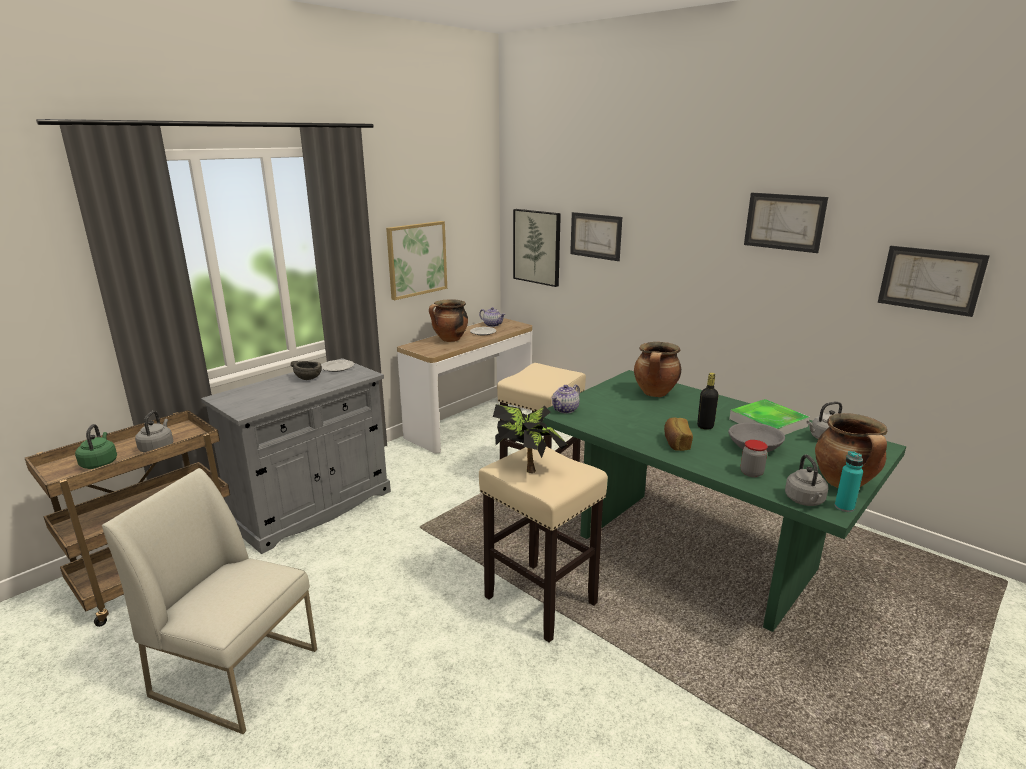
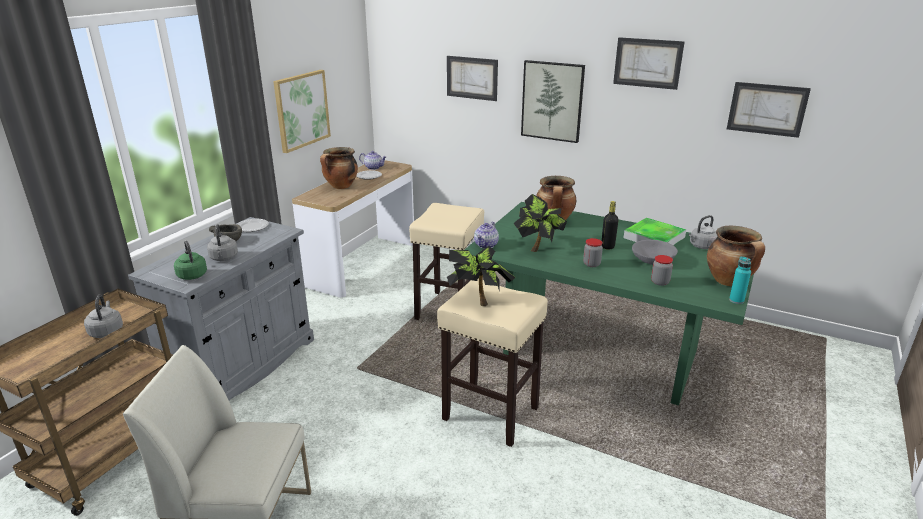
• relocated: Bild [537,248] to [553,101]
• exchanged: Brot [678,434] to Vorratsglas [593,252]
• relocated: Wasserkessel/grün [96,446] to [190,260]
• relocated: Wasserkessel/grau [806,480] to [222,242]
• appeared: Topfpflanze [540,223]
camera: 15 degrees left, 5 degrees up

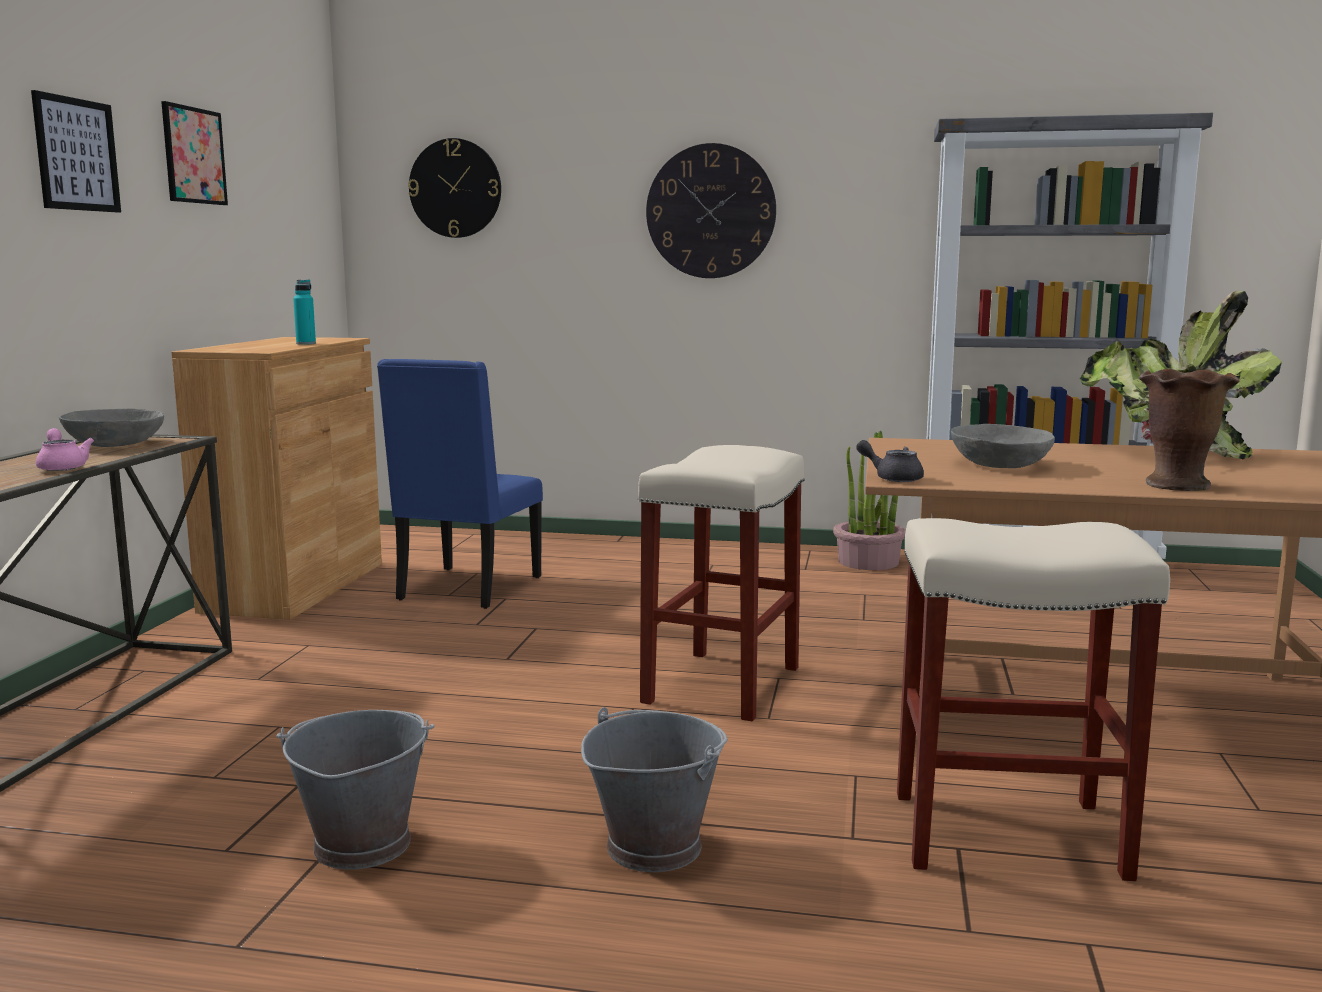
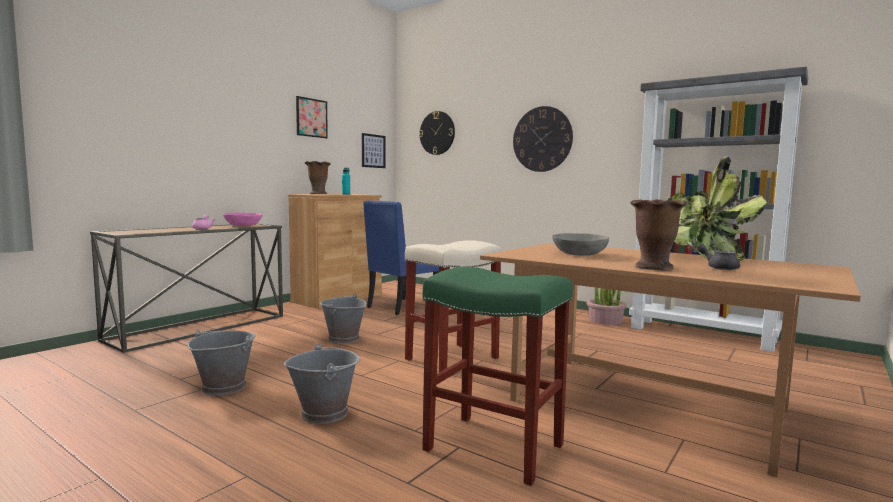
• relocated: Bild [76,151] to [374,150]
• colour: Schüssel/grau [111,428] to Schüssel/rosa [242,219]
• relocated: Teekanne/grau [890,461] to [718,257]
• colour: Hocker/beige [1033,699] to Hocker/grün [497,376]
• appeared: Vase/braun [318,177]
• appeared: Eimer/grau [343,318]
camera: 25 degrees right, 5 degrees down

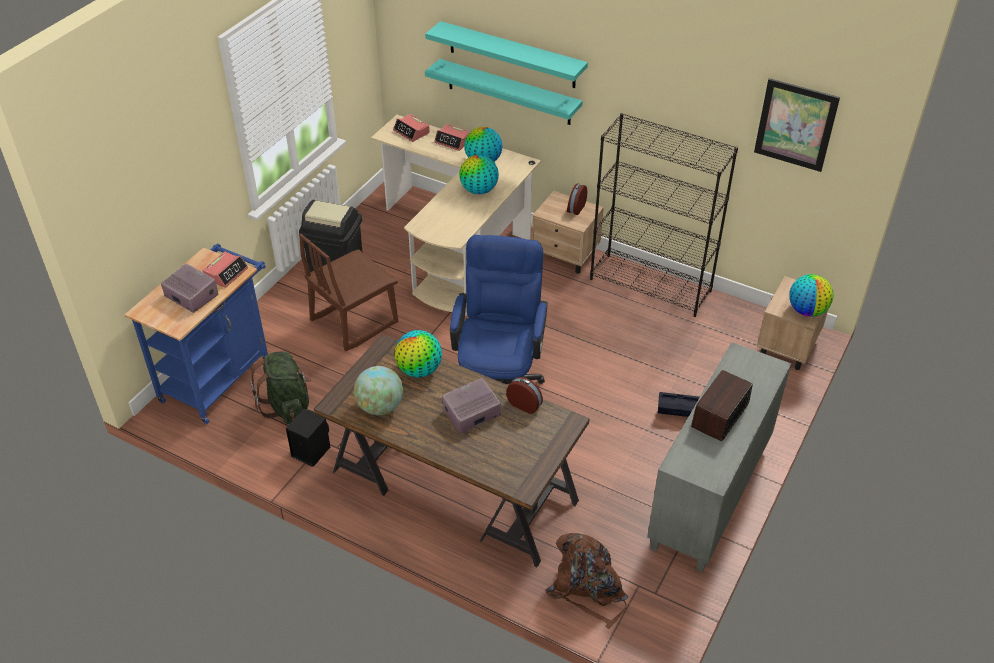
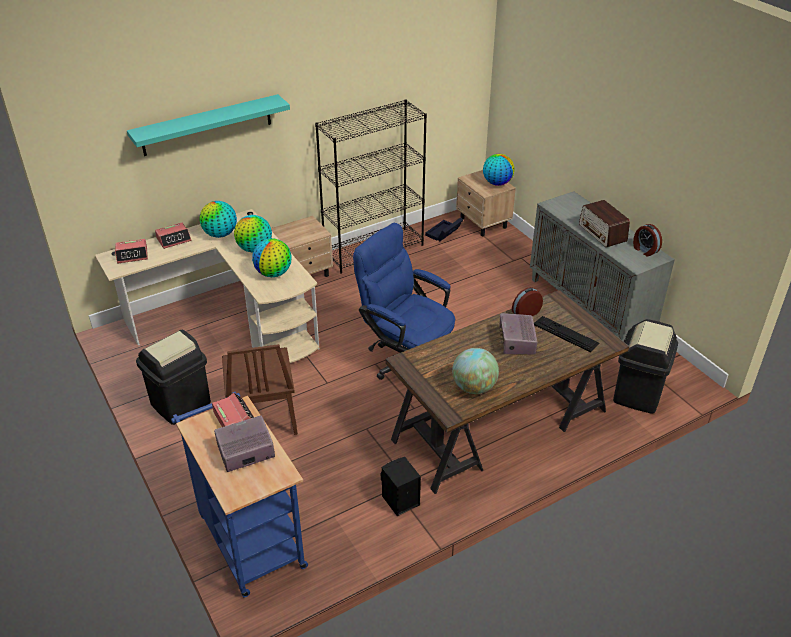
• missing: Wandregal/türkis [504,92]
• missing: Bild [797,125]
• relocated: Wecker [577,199] to [647,240]
• relocated: Globus [418,354] to [272,257]
• missing: Rucksack/grün [280,387]
• relocated: Aufbewahrungsbox/schwarz [679,404] to [444,230]
• exchanged: Rucksack/braun [586,581] to Mülleimer/schwarz [645,366]
• appeared: Tastatur [567,334]
camera: 60 degrees left, 5 degrees down

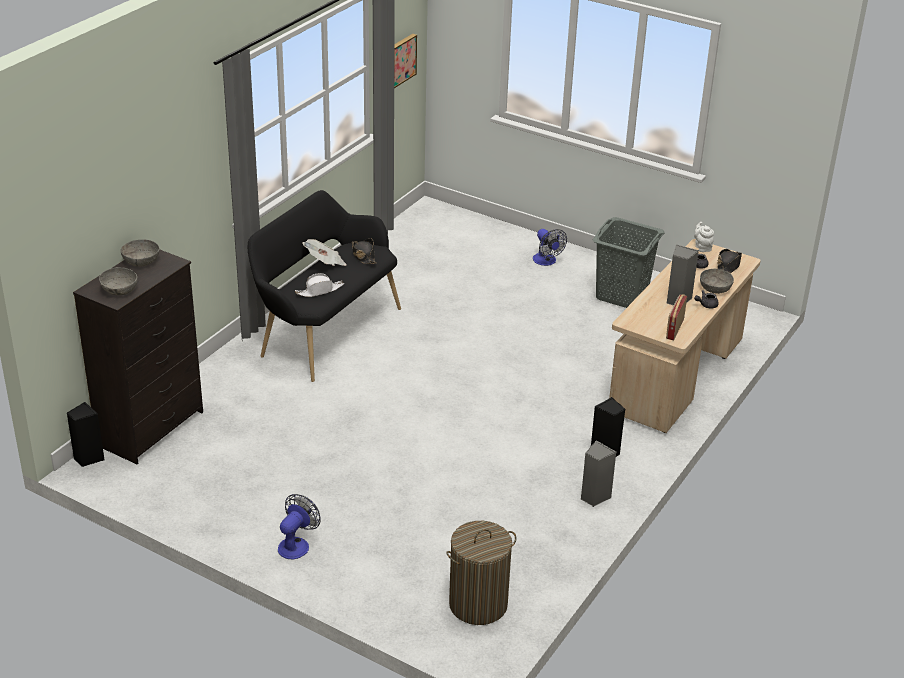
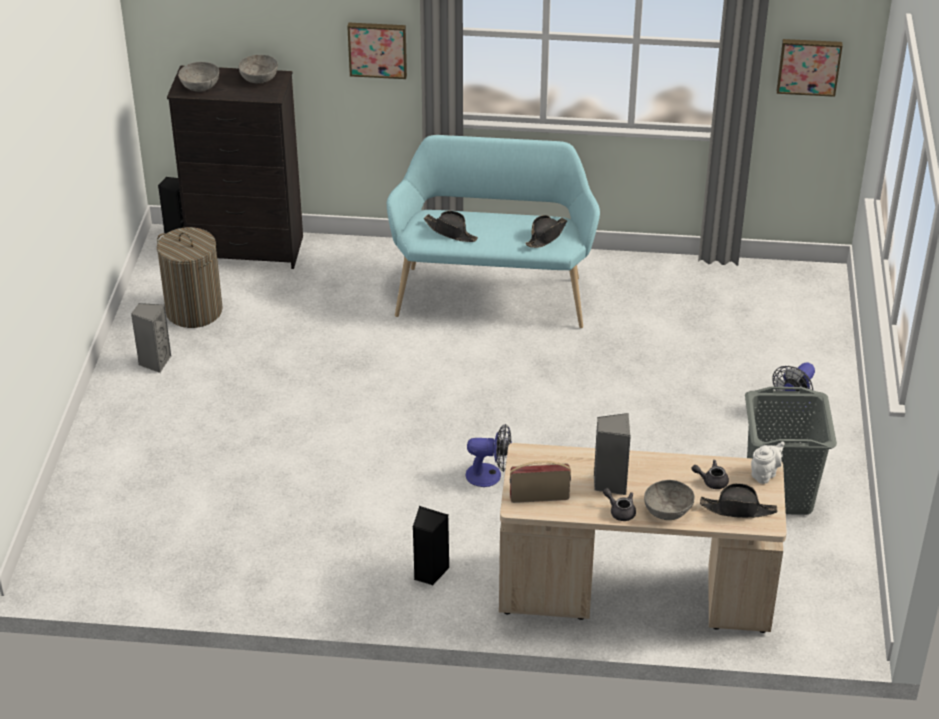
• colour: Bank/schwarz [324,286] to Bank/türkis [493,231]
• missing: Zeitung [324,252]
• colour: Hut/weiß [319,285] to Hut/schwarz [451,226]
• relocated: Lautsprecher/grau [598,473] to [151,338]
• relocated: Ventilator [299,526] to [489,455]
• relocated: Wäschekorb [481,573] to [190,277]
• appeared: Bild [377,50]
camera: 65 degrees right, 5 degrees up

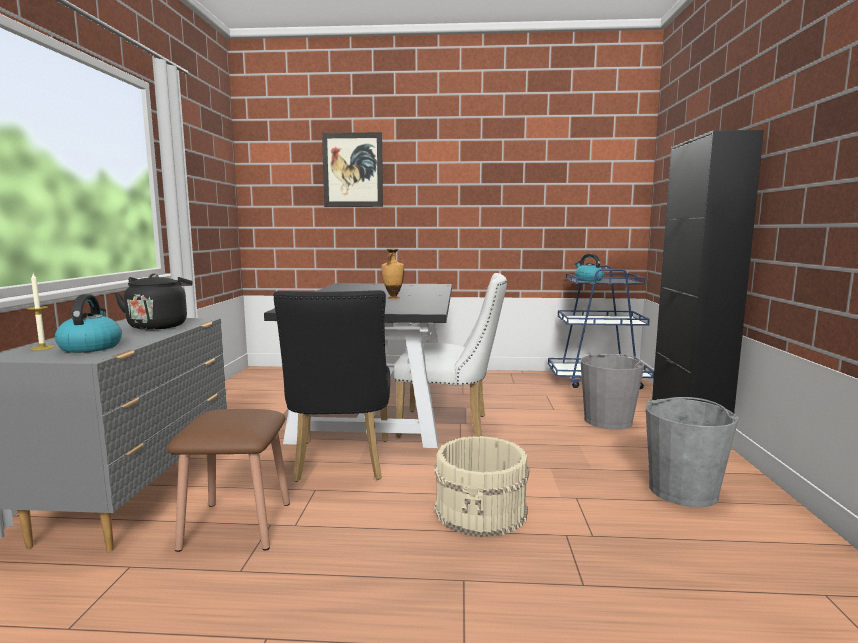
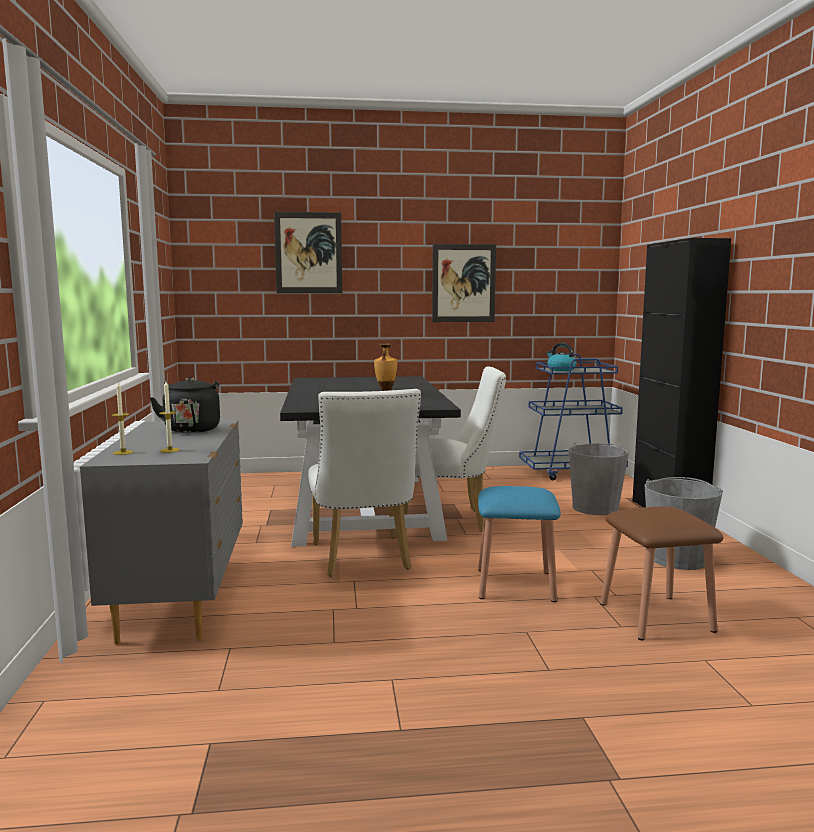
• colour: Stuhl/schwarz [332,386] to Stuhl/weiß [364,482]
• exchanged: Wasserkessel [88,323] to Kerze [169,417]
• relocated: Hocker/braun [228,480] to [661,573]
• exchanged: Eimer/beige [481,486] to Hocker/blau [519,544]
• appeared: Bild [464,283]
camera: 10 degrees left, 0 degrees up

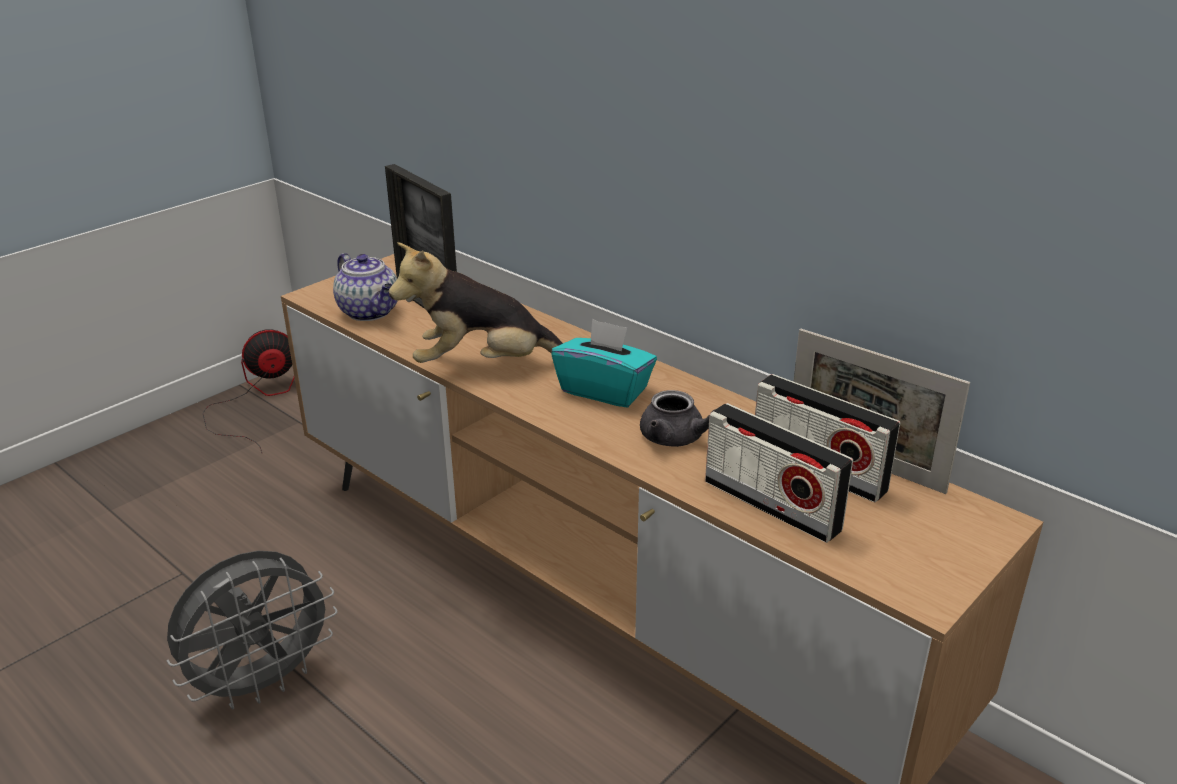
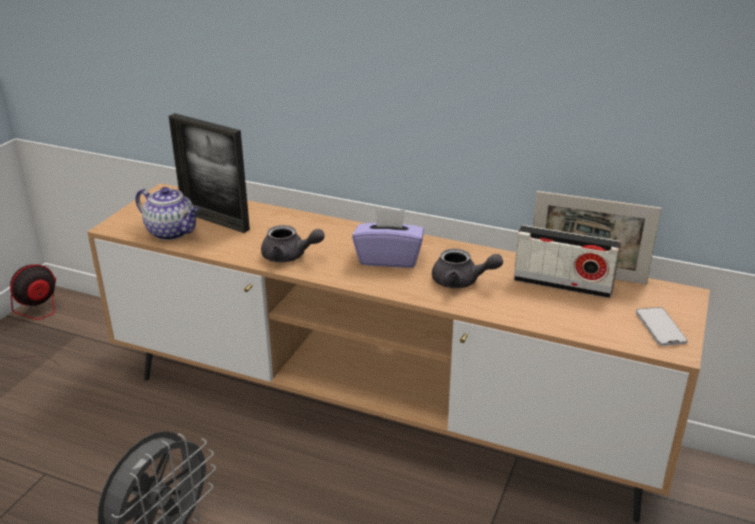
• exchanged: Plüschtier [476,302] to Teekanne/grau [293,243]
• colour: Taschentuchbox/türkis [604,363] to Taschentuchbox/lila [388,238]
• missing: Radio [779,473]
• appeared: Handy [662,326]
camera: 20 degrees left, 0 degrees up

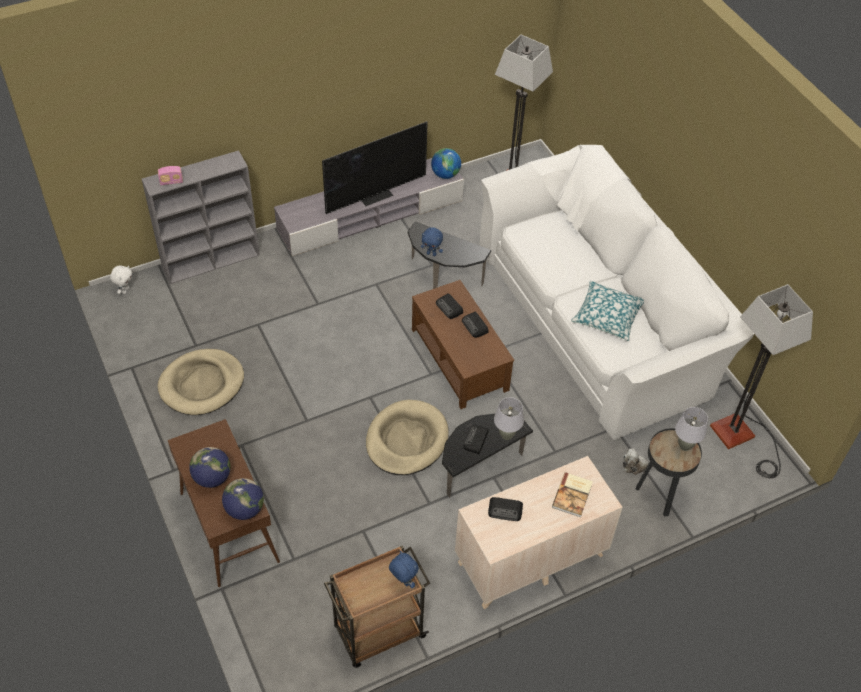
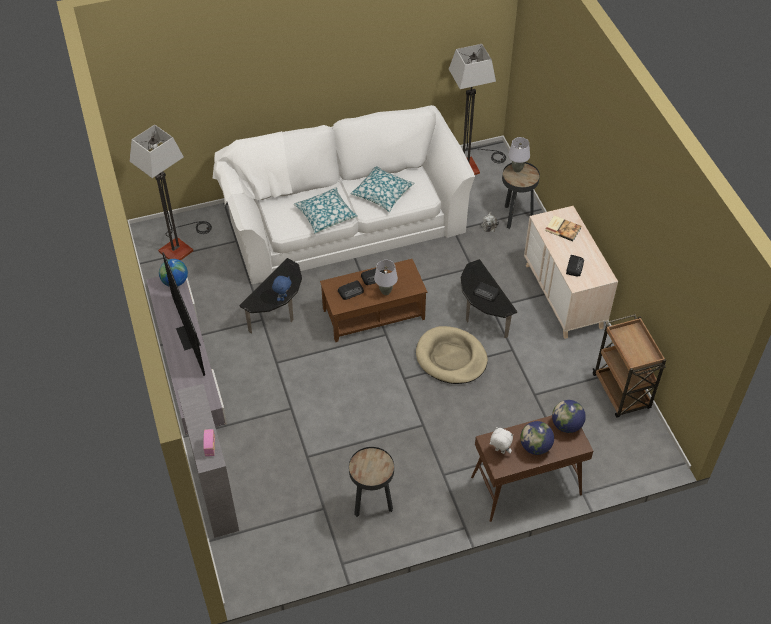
• relocated: Plüschtier/weiß [121,279] to [501,440]
• exchanged: Hundebett/beige [201,382] to Beistelltisch/schwarz [371,482]
• relocated: Tischlampe/grau [509,418] to [386,277]
• missing: Plüschtier/blau [404,569]
• appeared: Kissen [326,210]
camera: 80 degrees left, 0 degrees up

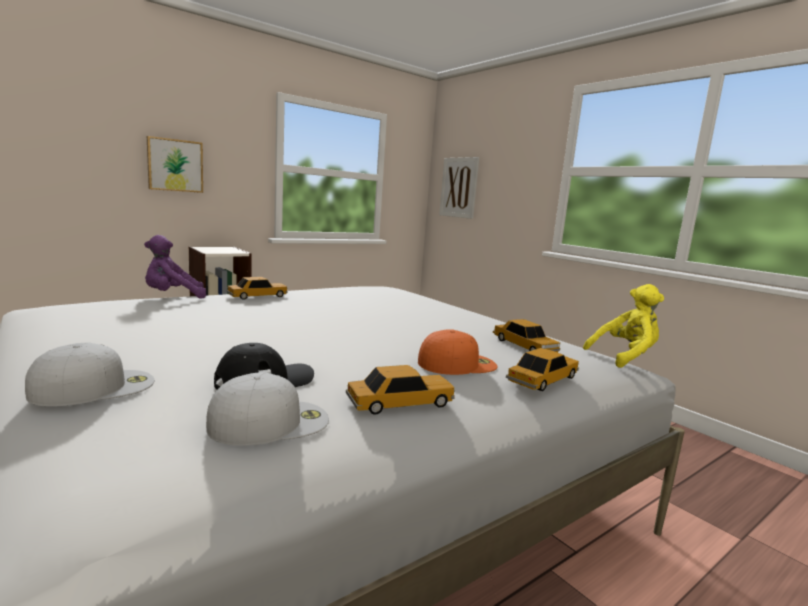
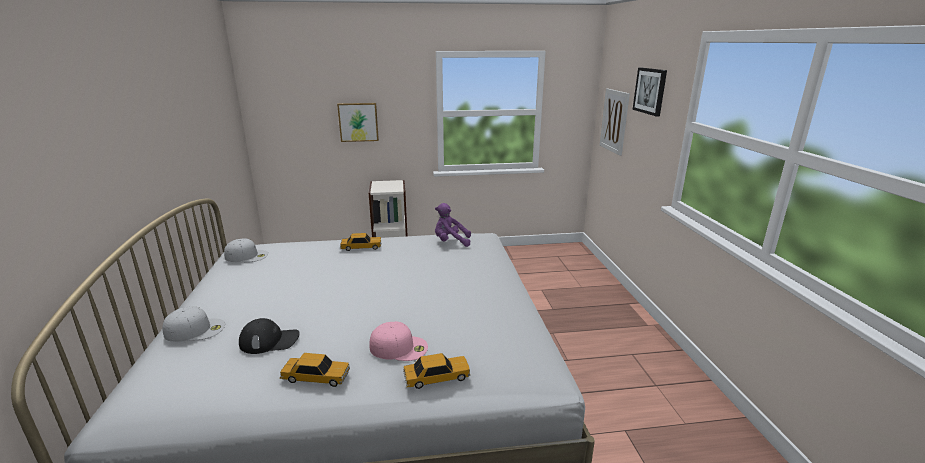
• relocated: Plüschtier/lila [175,267] to [453,225]
• missing: Plüschtier/gelb [623,326]
• missing: Spielzeugauto [526,336]
• colour: Kappe/orange [457,352] to Kappe/rosa [398,341]
• relocated: Kappe/weiß [267,409] to [246,250]
• appeared: Bild [649,92]
camera: 30 degrees right, 10 degrees up

